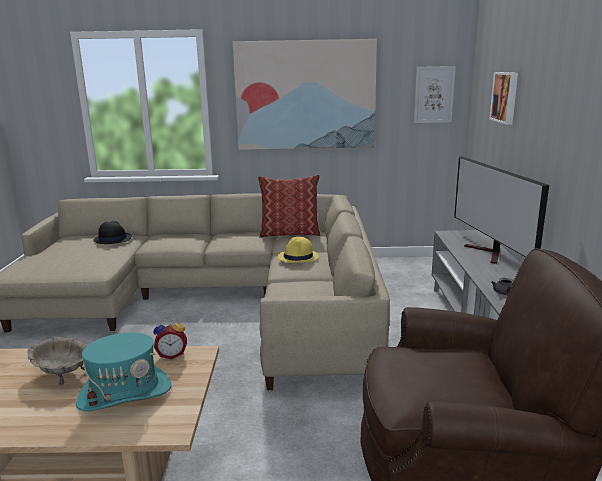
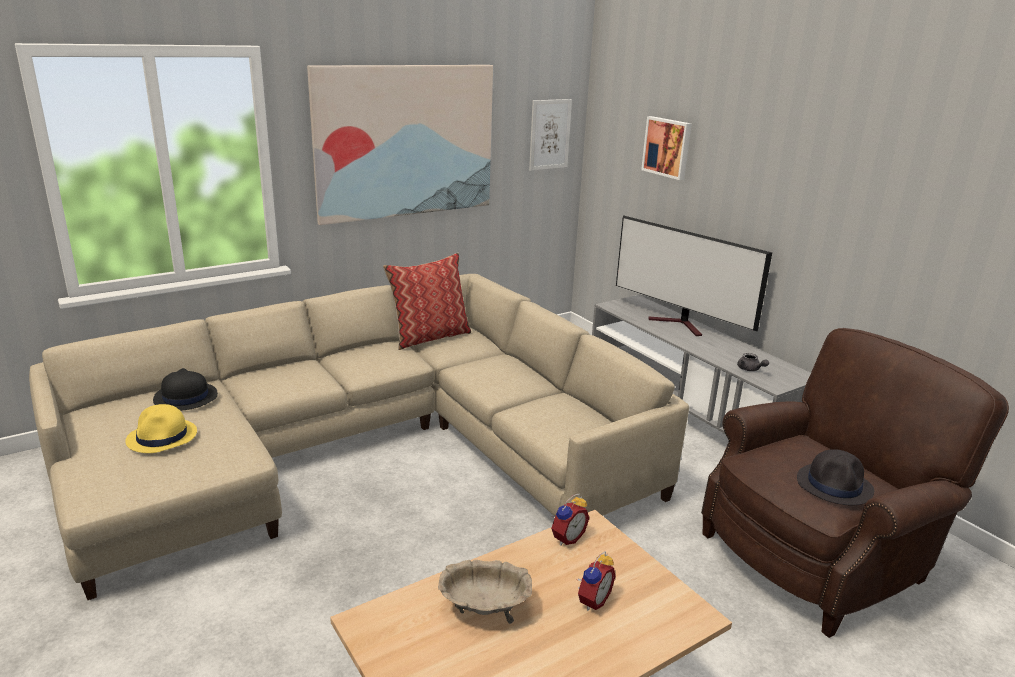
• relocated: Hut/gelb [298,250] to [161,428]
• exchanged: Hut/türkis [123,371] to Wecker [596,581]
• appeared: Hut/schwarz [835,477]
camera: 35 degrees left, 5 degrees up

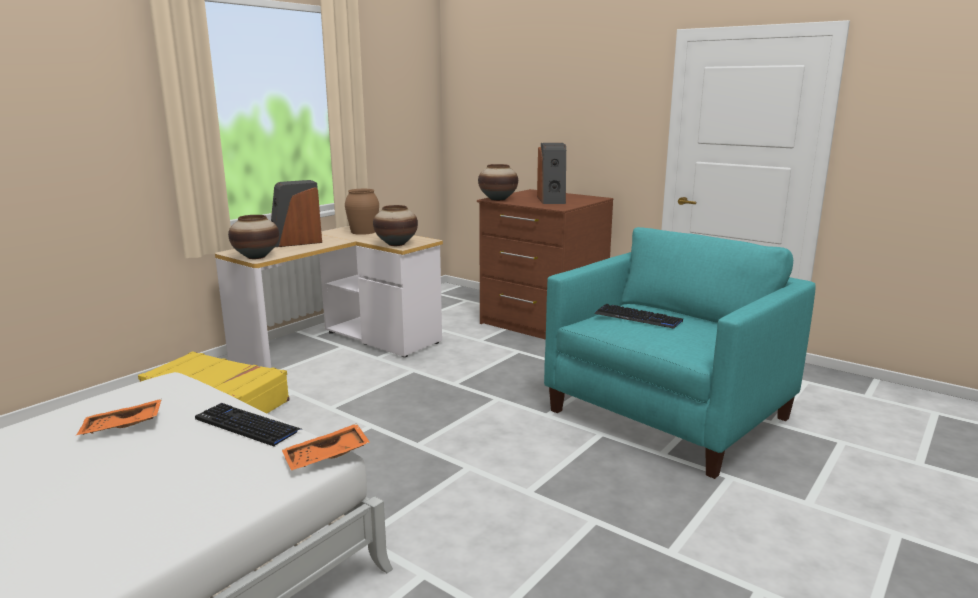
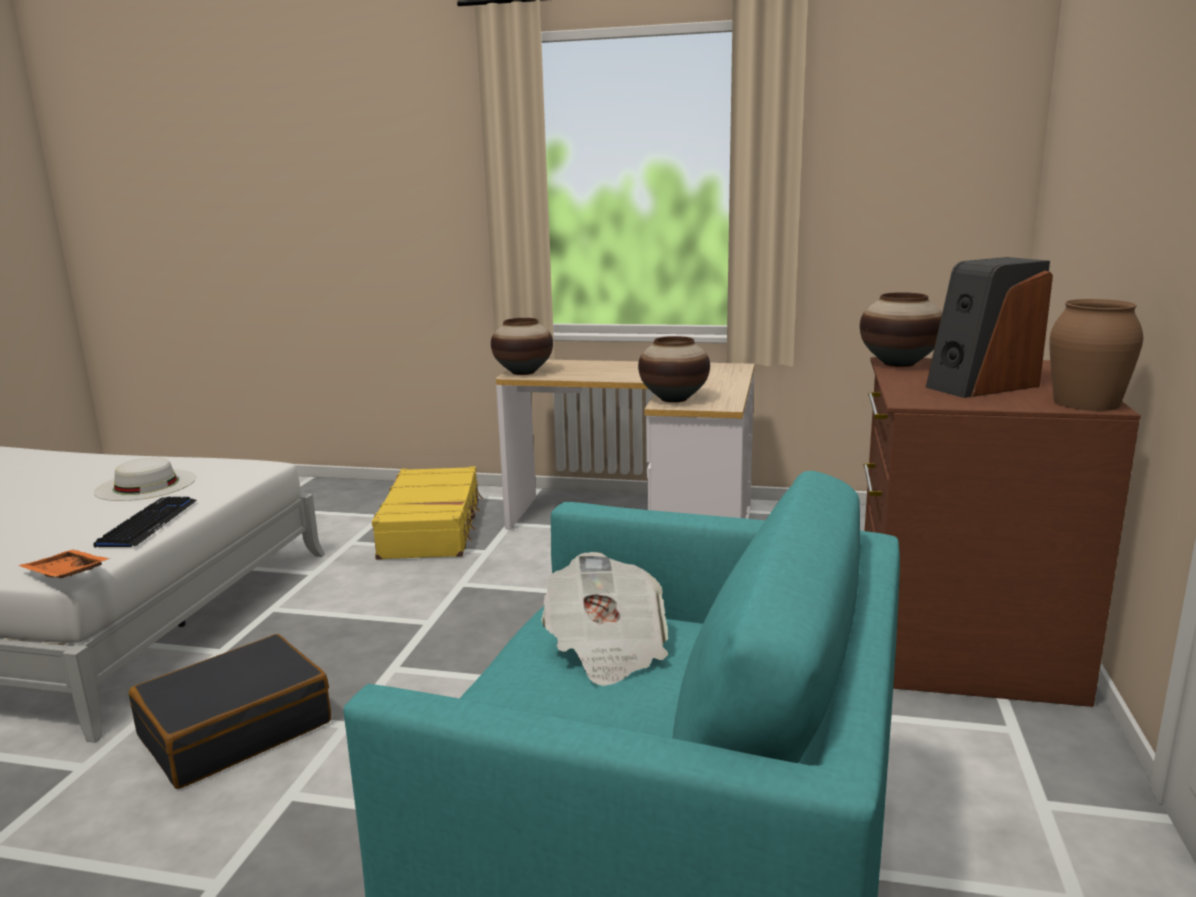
• missing: Lautsprecher [296,213]
• relocated: Vase/braun [362,212] to [1096,355]
• exchanged: Tastatur [638,316] to Zeitung [604,619]
• exchanged: Tablett/orange [119,417] to Hut/weiß [145,479]
• appeared: Koffer/schwarz [229,711]
camera: 65 degrees right, 0 degrees up

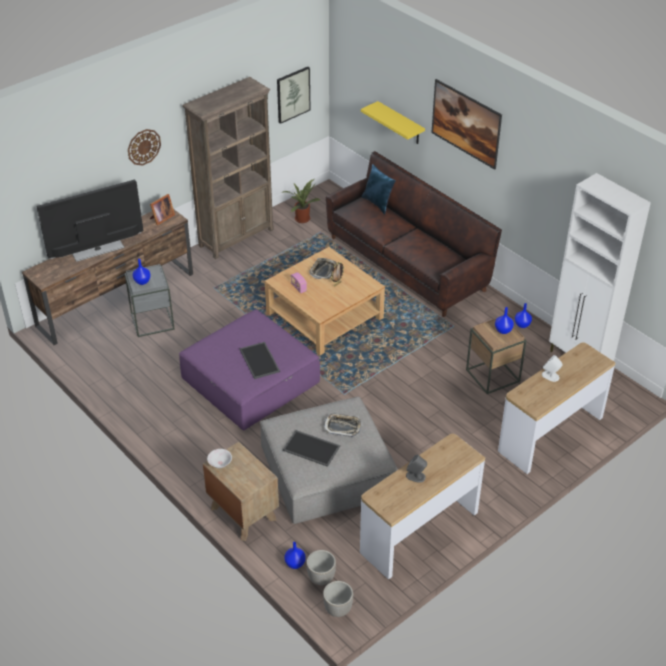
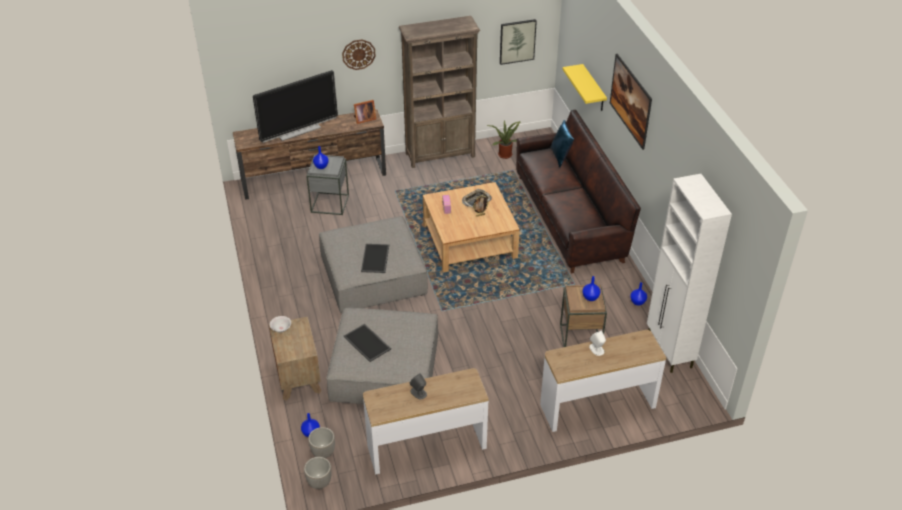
• spun: Fernseher [90,221] = [295,106] 150 degrees clockwise
• colour: Polsterhocker/lila [249,369] to Polsterhocker/grau [373,264]
• missing: Tablett [343,425]
camera: 25 degrees right, 0 degrees up

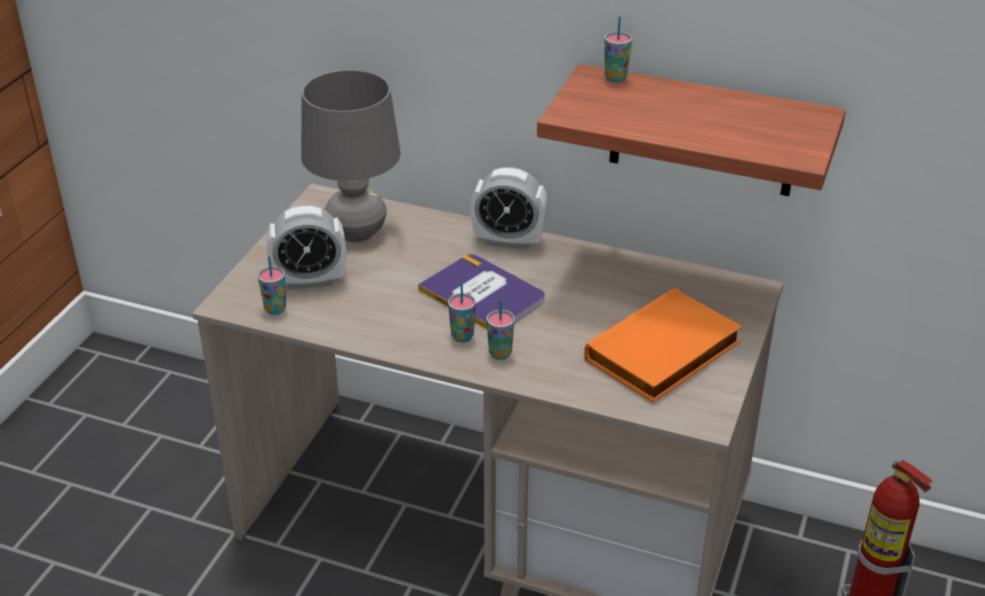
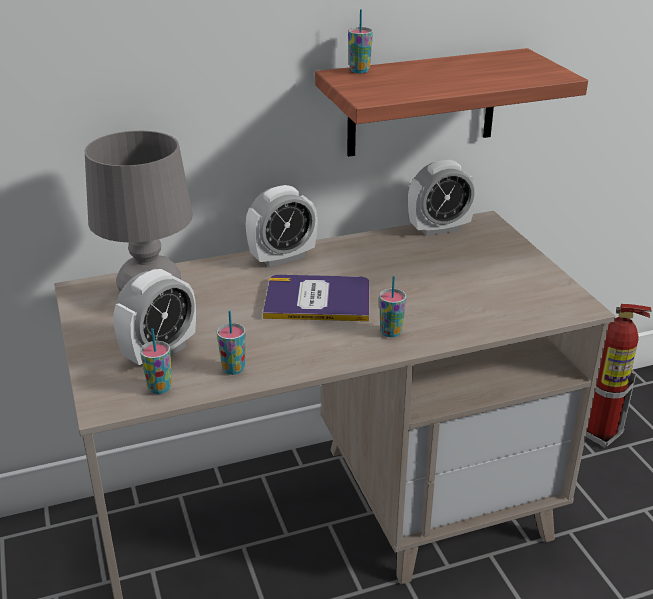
• relocated: Tasse [462,313] to [231,343]
• missing: Buch/orange [663,345]
• appeared: Wecker [442,198]
camera: 40 degrees left, 5 degrees down

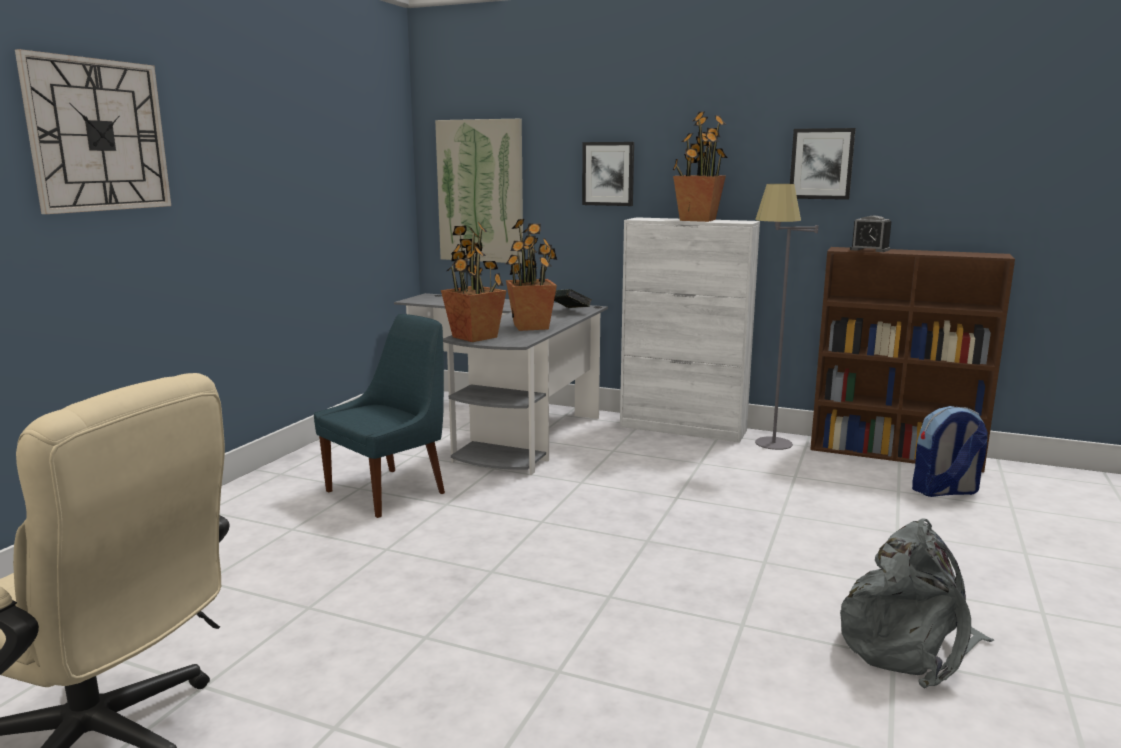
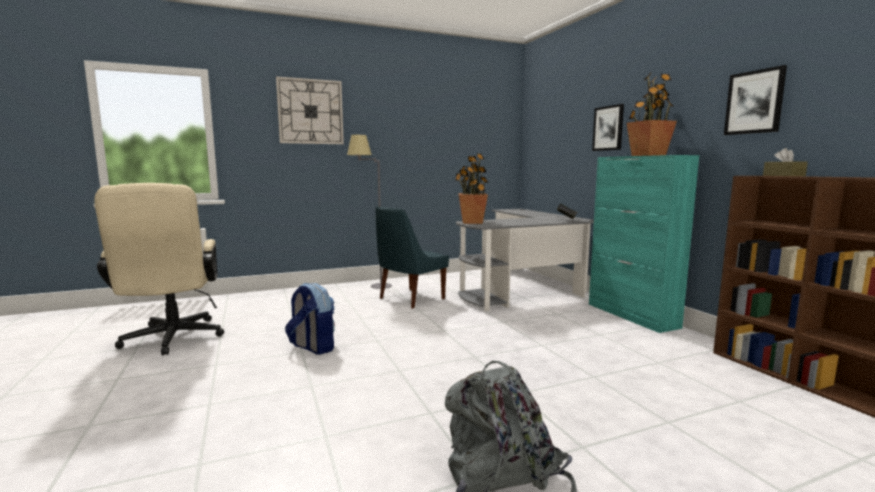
• missing: Bild [479,191]
• relocated: Stehlampe/grau [786,317] to [369,212]
• exchanged: Wecker [871,234] to Taschentuchbox/braun [785,162]
• colour: Schrank/weiß [690,330] to Schrank/türkis [644,244]
• missing: Topfpflanze [531,275]
• spun: Stuhl/blau [379,416] = [412,257] 135 degrees clockwise
• relocated: Rucksack [950,451] to [310,319]
camera: 45 degrees right, 5 degrees down

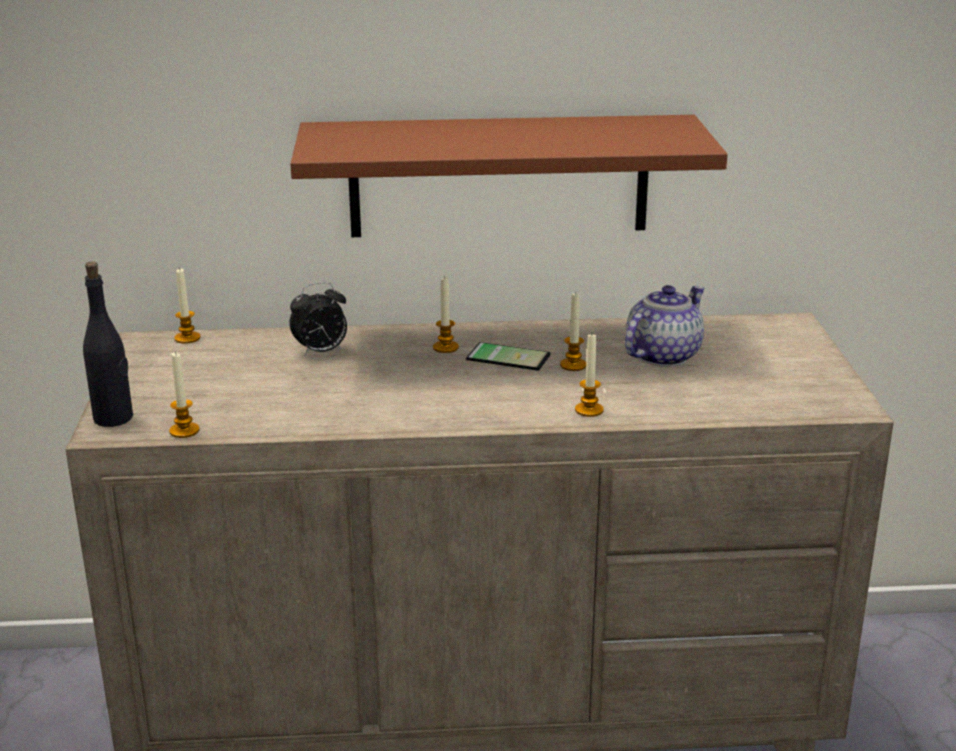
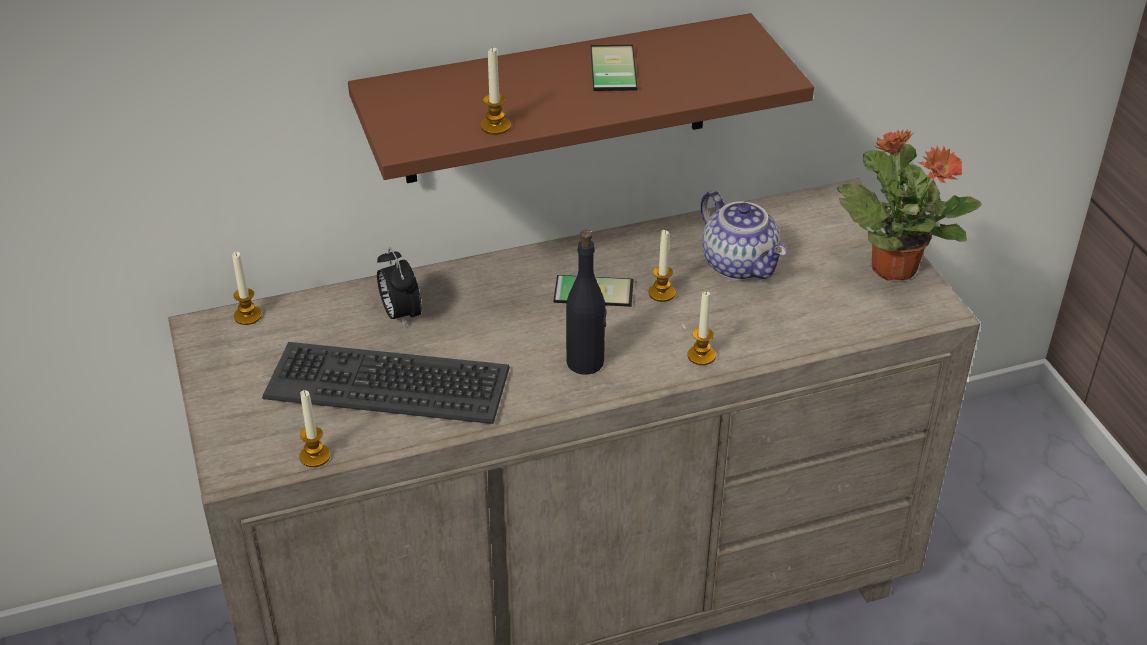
• relocated: Flasche/schwarz [108,344] to [586,302]
• relocated: Kerze [446,314] to [495,91]
• spun: Wecker [318,319] = [399,287] 105 degrees clockwise
• spun: Teekanne [665,326] = [744,235] 120 degrees clockwise
• appeared: Handy [614,68]
• appeared: Topfpflanze [909,205]
• appeared: Tastatur [386,383]
camera: 15 degrees left, 15 degrees up

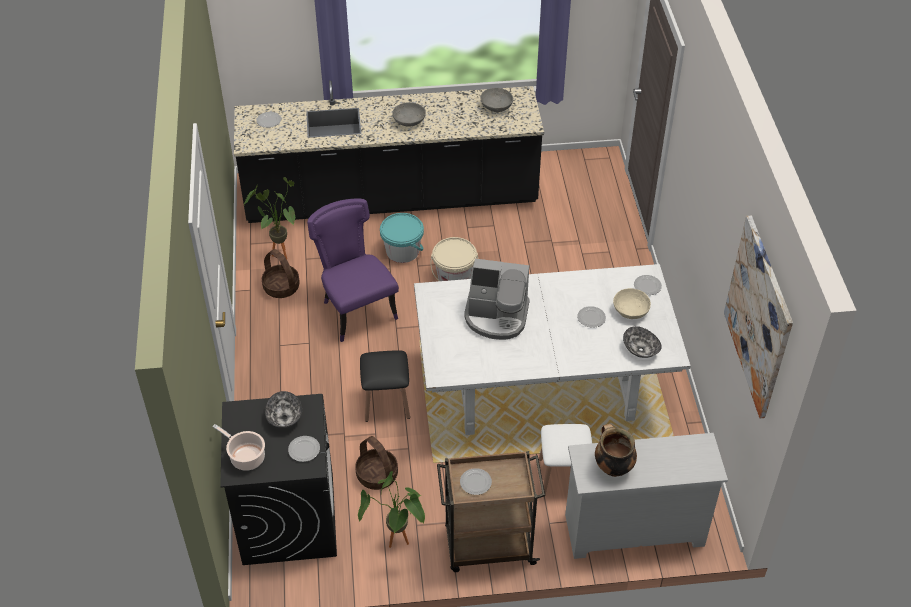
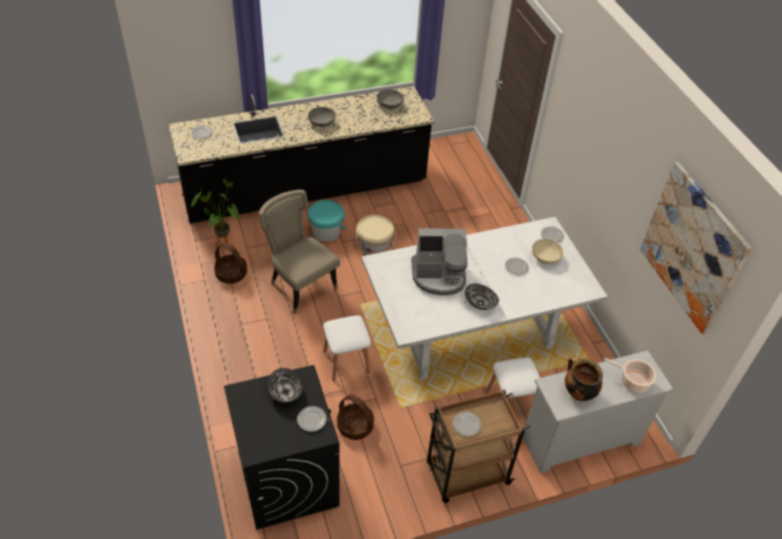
• colour: Stuhl/lila [353,270] to Stuhl/beige [299,252]
• relocated: Schüssel [642,342] to [482,296]
• colour: Hocker/schwarz [385,386] to Hocker/weiß [347,348]
• relocated: Kochtopf [238,447] to [630,375]
• missing: Topfpflanze [391,509]
camera: 15 degrees left, 0 degrees up

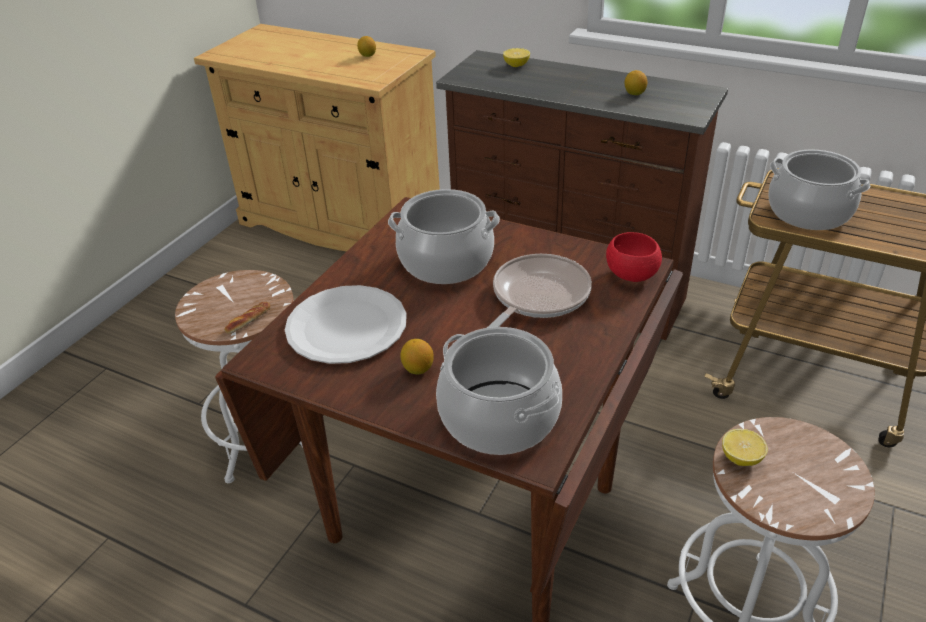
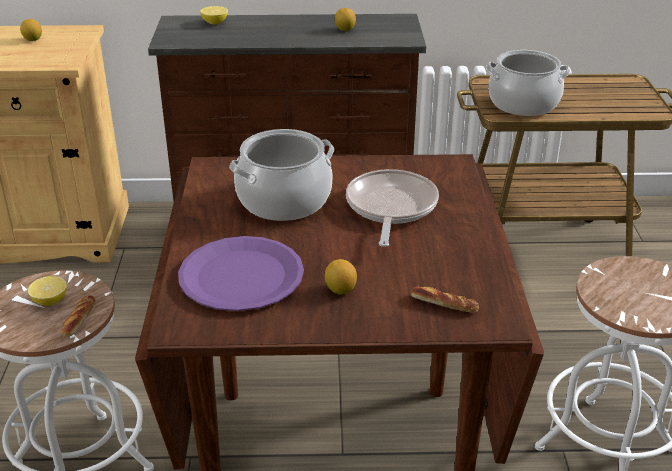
• missing: Schüssel/rot [634,257]
• colour: Teller/weiß [346,324] to Teller/lila [241,273]
• exchanged: Kochtopf [499,391] to Brot [445,300]
• relocated: Zitrone [745,447] to [47,291]
camera: 30 degrees left, 5 degrees down

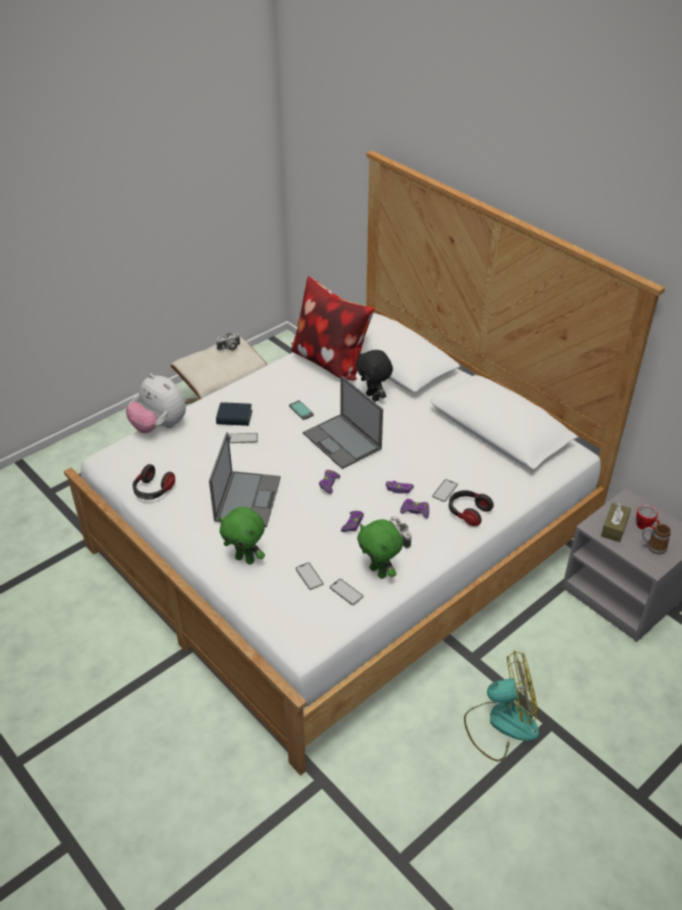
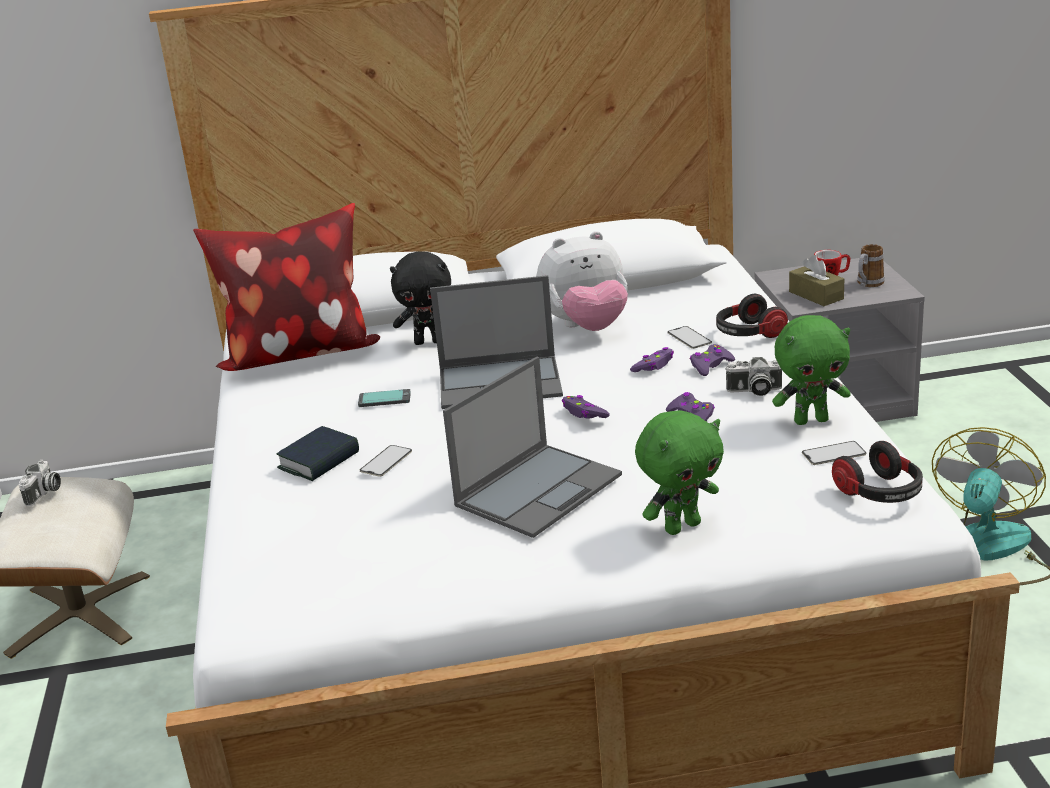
• relocated: Plüschtier [156,403] to [582,281]
• spun: Laptop [245,479] = [532,447] 90 degrees clockwise
• relocated: Kopfhörer [154,482] to [877,472]
• missing: Handy [309,576]
camera: 55 degrees left, 15 degrees down

